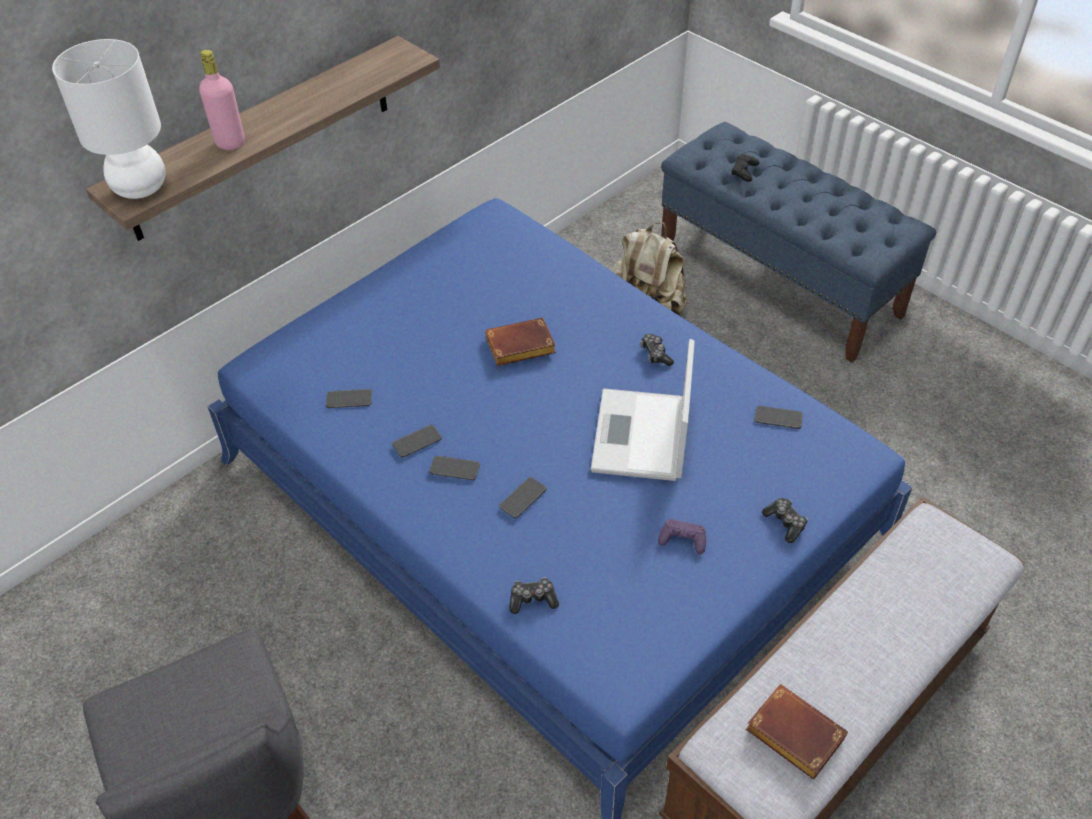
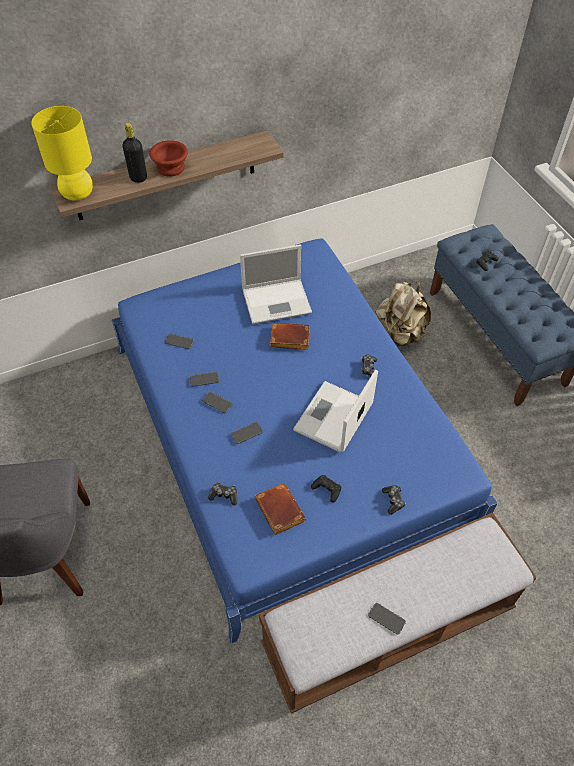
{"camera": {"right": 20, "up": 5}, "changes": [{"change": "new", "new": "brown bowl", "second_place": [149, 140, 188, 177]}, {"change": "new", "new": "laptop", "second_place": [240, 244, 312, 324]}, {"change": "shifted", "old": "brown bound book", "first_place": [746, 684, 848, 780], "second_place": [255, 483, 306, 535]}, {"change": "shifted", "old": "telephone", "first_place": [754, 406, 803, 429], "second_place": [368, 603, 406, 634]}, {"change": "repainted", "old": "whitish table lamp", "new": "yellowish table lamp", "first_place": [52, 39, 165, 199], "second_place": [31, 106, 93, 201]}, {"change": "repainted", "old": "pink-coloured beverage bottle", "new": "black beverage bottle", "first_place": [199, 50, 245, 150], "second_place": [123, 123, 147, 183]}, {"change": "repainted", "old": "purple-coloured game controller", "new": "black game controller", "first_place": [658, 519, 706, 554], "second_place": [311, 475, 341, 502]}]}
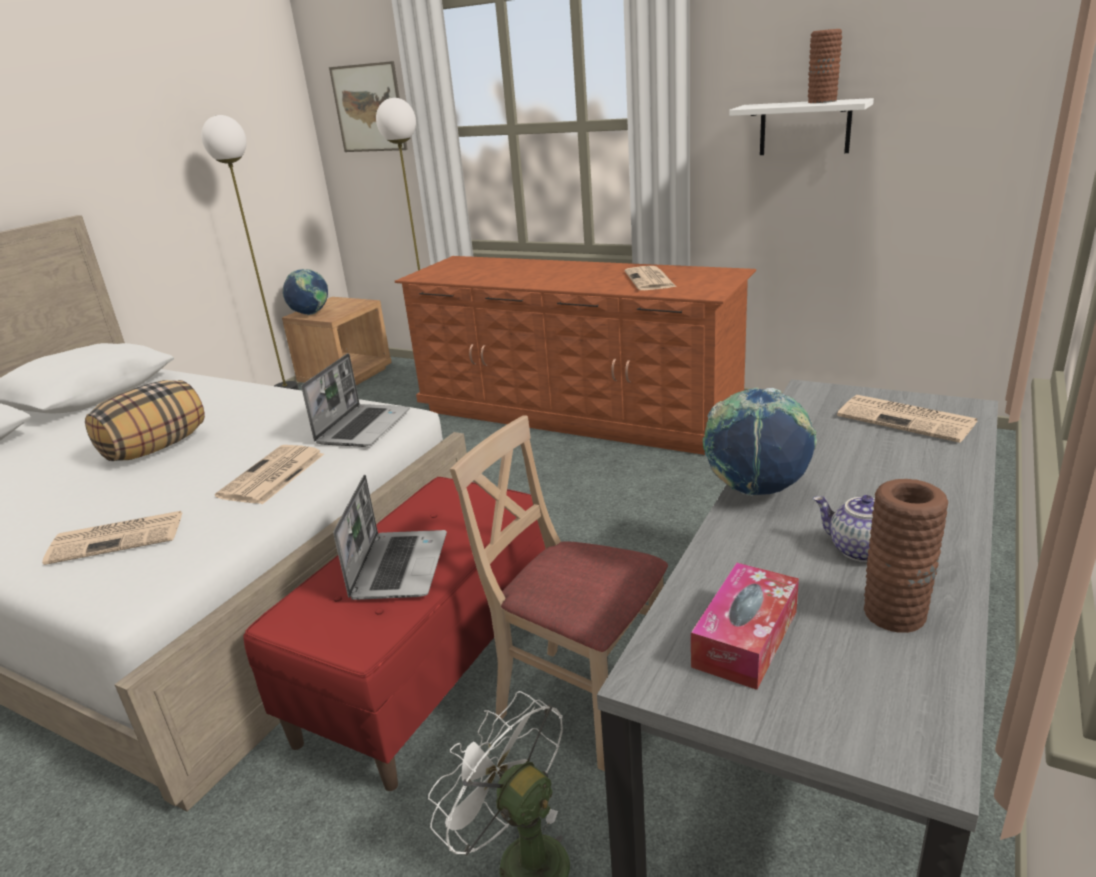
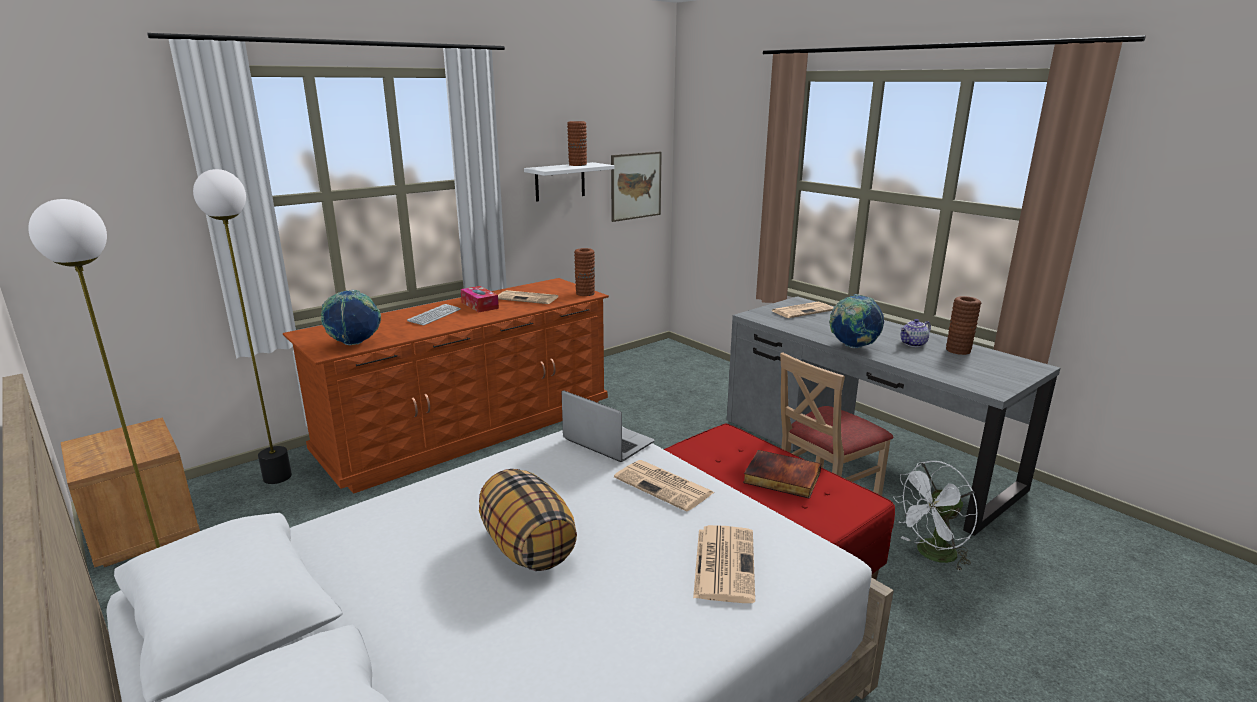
{"camera": {"right": -70, "up": -5}, "changes": [{"change": "new", "new": "keyboard", "second_place": [407, 304, 461, 326]}, {"change": "new", "new": "brown decorative vase", "second_place": [574, 248, 595, 296]}, {"change": "shifted", "old": "globe", "first_place": [283, 269, 328, 315], "second_place": [321, 290, 381, 345]}, {"change": "shifted", "old": "picture", "first_place": [329, 61, 408, 152], "second_place": [611, 152, 662, 222]}, {"change": "shifted", "old": "box of tissues", "first_place": [691, 563, 799, 690], "second_place": [461, 286, 499, 312]}, {"change": "swapped", "old": "laptop", "new": "bound book", "first_place": [333, 475, 447, 600], "second_place": [743, 450, 821, 499]}]}
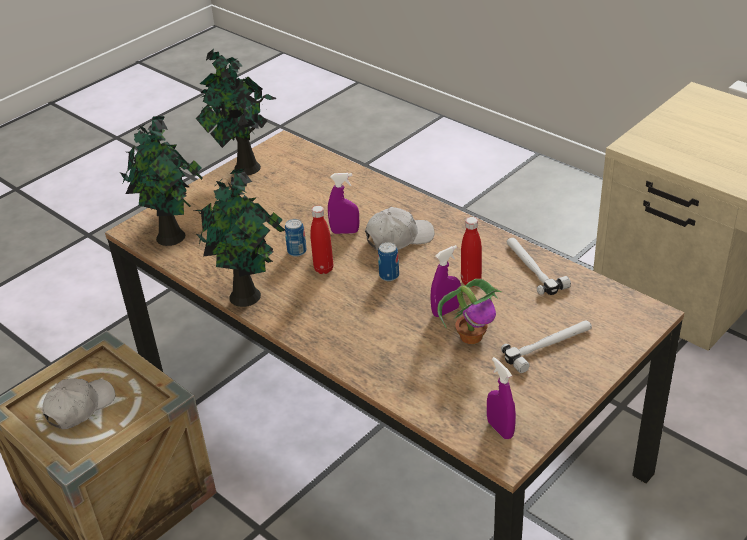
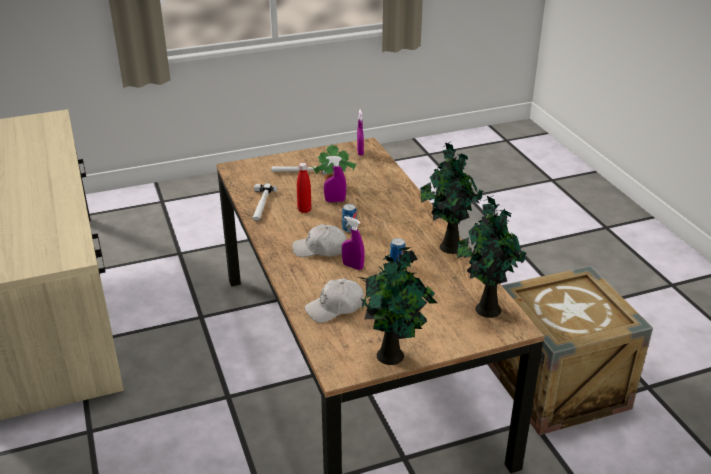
{"camera": {"right": -155, "up": -5}, "changes": [{"change": "gone", "old": "reddish beverage bottle", "first_place": [310, 206, 333, 274]}, {"change": "shifted", "old": "whitish cap", "first_place": [43, 378, 115, 429], "second_place": [304, 278, 364, 323]}]}
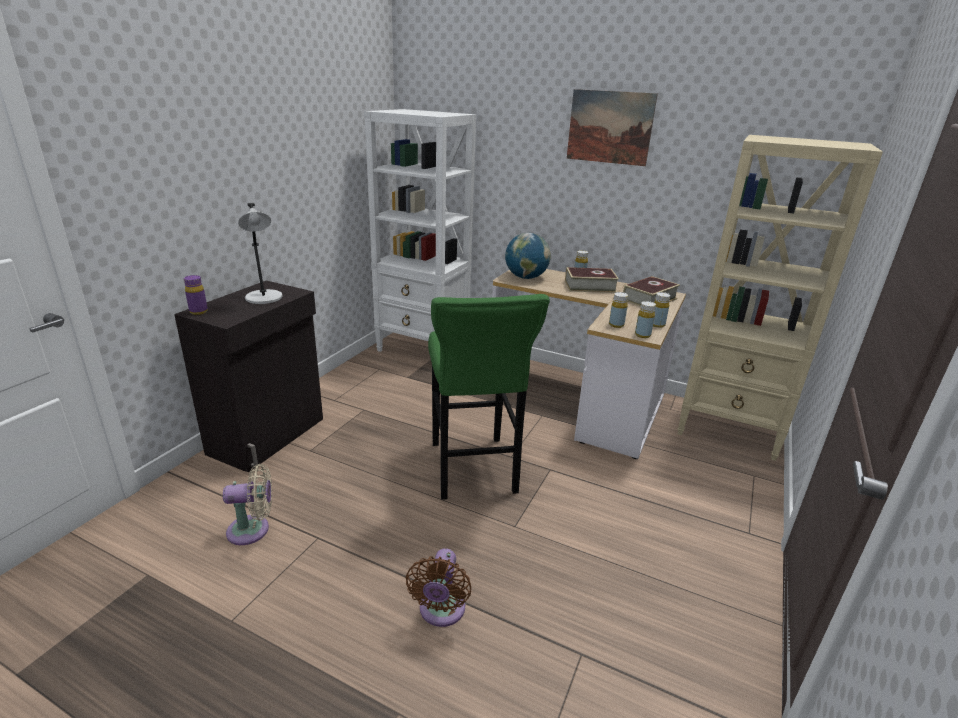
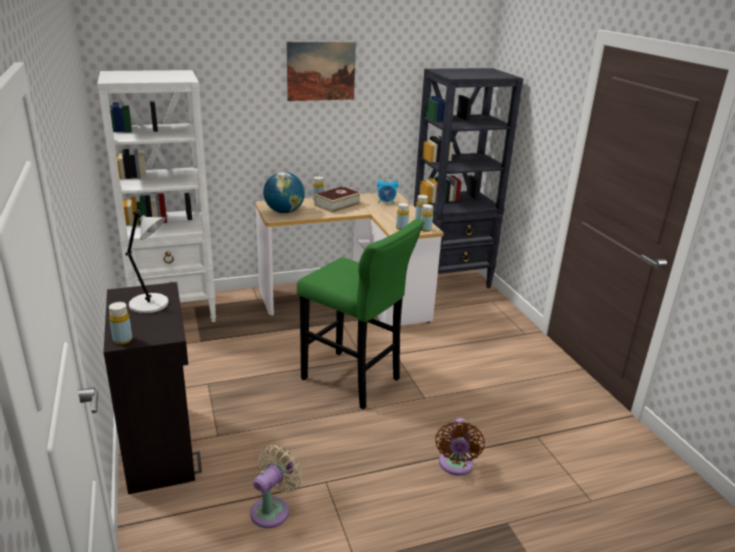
{"camera": {"right": -45, "up": 0}, "changes": [{"change": "swapped", "old": "bound book", "new": "bedside clock", "first_place": [623, 276, 680, 306], "second_place": [377, 177, 399, 204]}, {"change": "repainted", "old": "purple-coloured beverage bottle", "new": "yellowish beverage bottle", "first_place": [184, 275, 208, 315], "second_place": [109, 302, 132, 344]}, {"change": "repainted", "old": "sand-coloured bookshelf", "new": "black bookshelf", "first_place": [677, 135, 883, 461], "second_place": [414, 68, 524, 288]}, {"change": "rotated", "old": "brown electric fan", "first_place": [406, 548, 471, 627], "second_place": [436, 418, 485, 475], "degrees": 45}]}
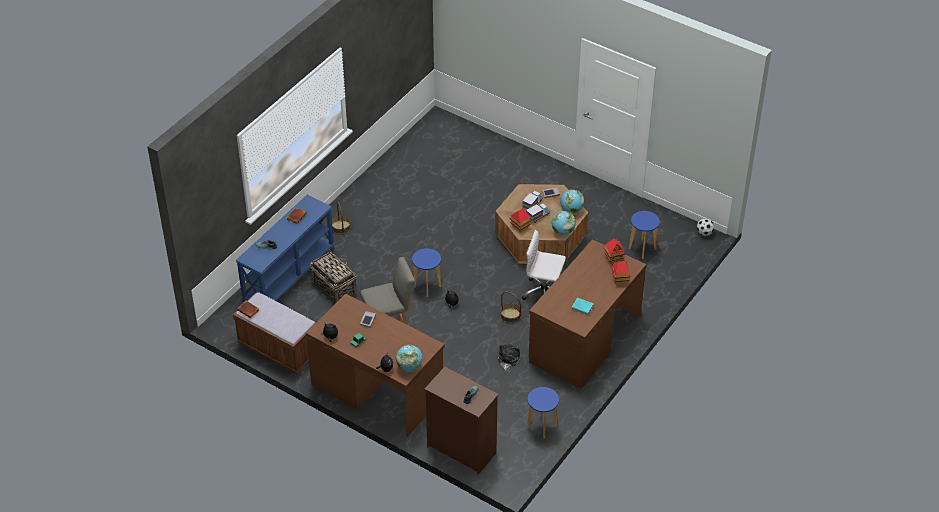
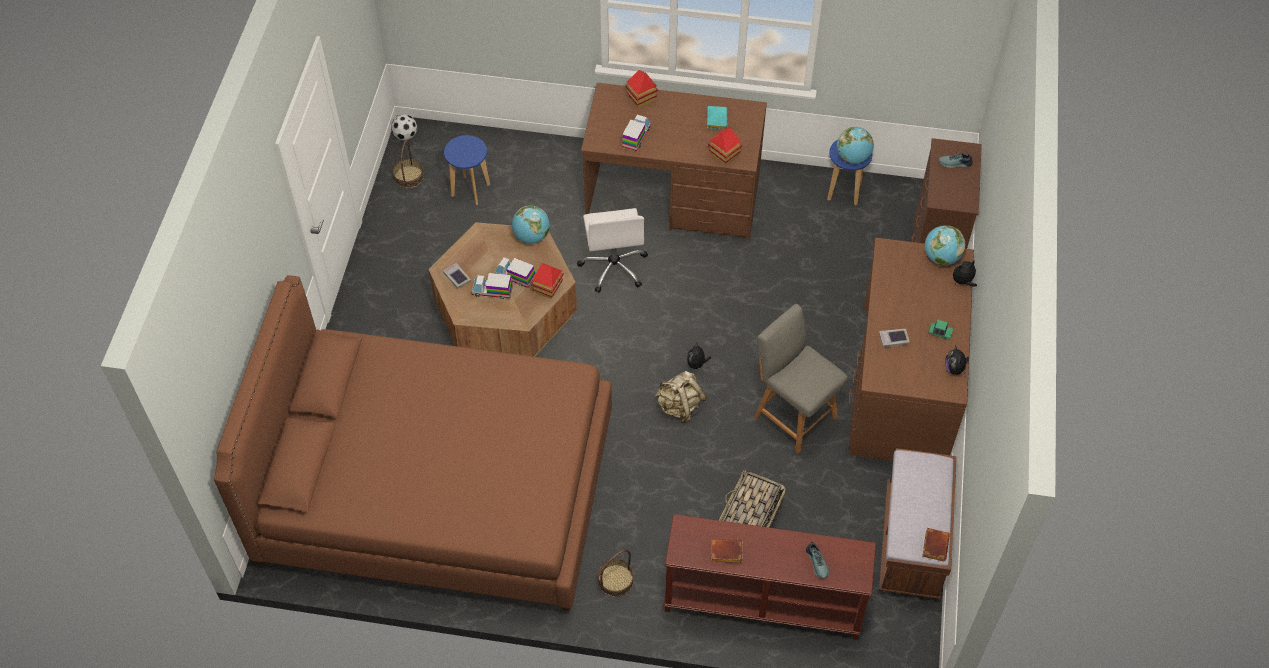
{"camera": {"right": -115, "up": 10}, "changes": [{"change": "gone", "old": "soft toy", "first_place": [498, 344, 520, 371]}, {"change": "new", "new": "brown bedroom bed", "second_place": [214, 275, 612, 611]}, {"change": "new", "new": "model truck", "second_place": [622, 115, 651, 151]}, {"change": "shifted", "old": "storage basket", "first_place": [500, 292, 522, 323], "second_place": [393, 140, 424, 188]}, {"change": "shifted", "old": "globe", "first_place": [560, 189, 584, 214], "second_place": [837, 127, 874, 164]}, {"change": "shifted", "old": "toy house", "first_place": [604, 238, 625, 264], "second_place": [708, 127, 742, 165]}, {"change": "swapped", "old": "blue-coloured sitting stool", "new": "sand-coloured backpack", "first_place": [412, 248, 441, 297], "second_place": [655, 371, 707, 424]}, {"change": "repainted", "old": "blue-coloured console table", "new": "brown console table", "first_place": [236, 195, 335, 303], "second_place": [664, 514, 876, 640]}]}
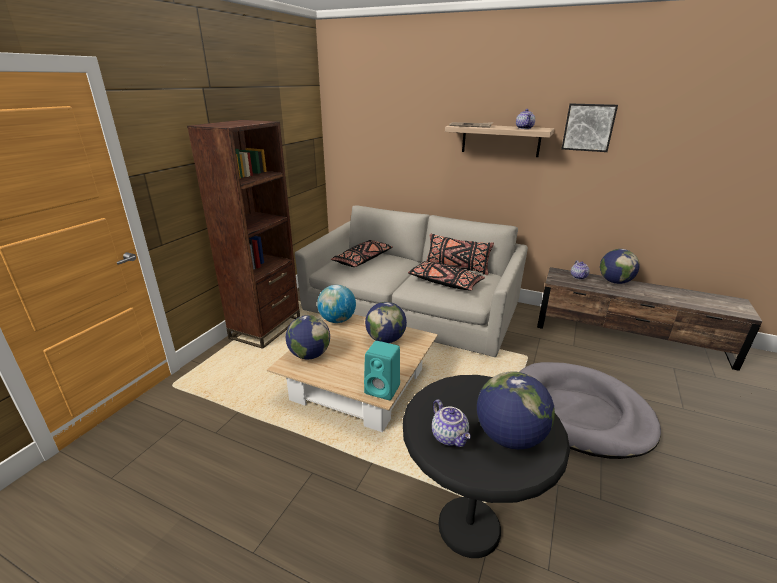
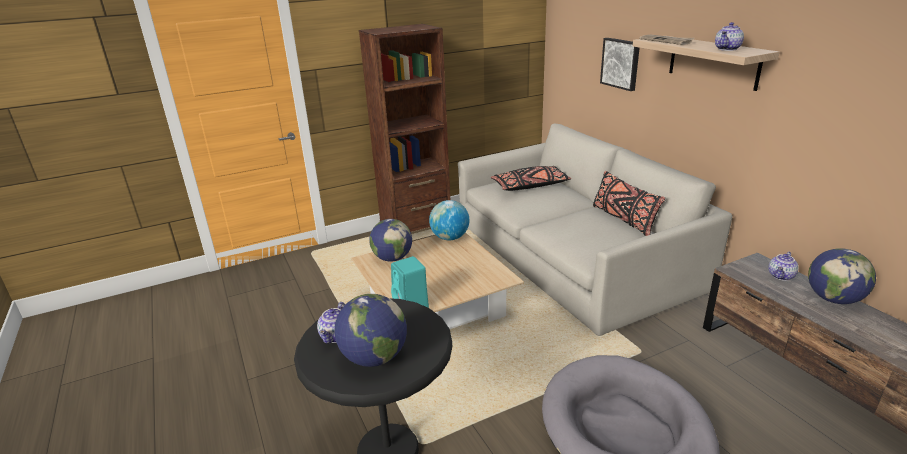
{"camera": {"right": 40, "up": 0}, "changes": [{"change": "gone", "old": "globe", "first_place": [365, 302, 407, 343]}, {"change": "gone", "old": "black cushion", "first_place": [408, 261, 485, 291]}, {"change": "shifted", "old": "picture", "first_place": [561, 103, 618, 152], "second_place": [600, 38, 639, 91]}]}
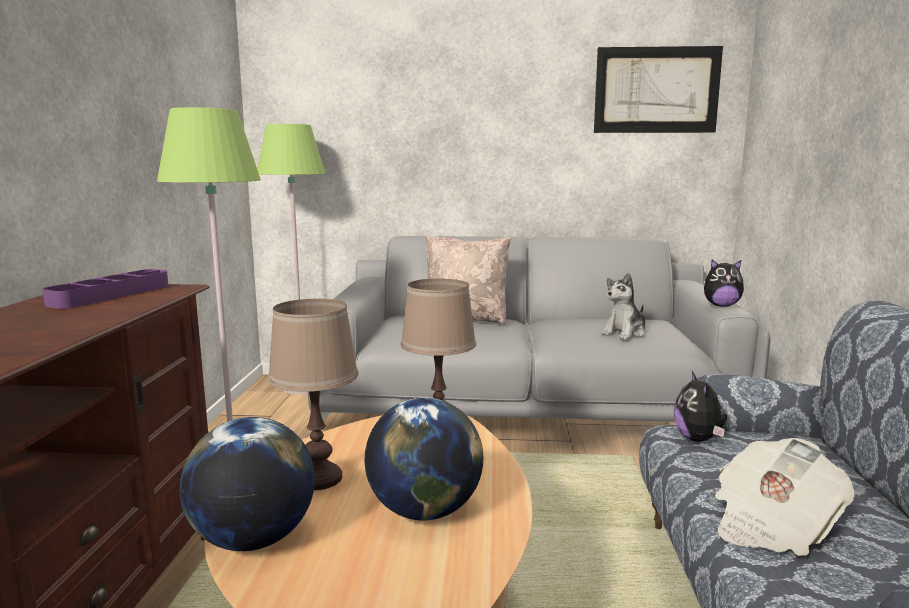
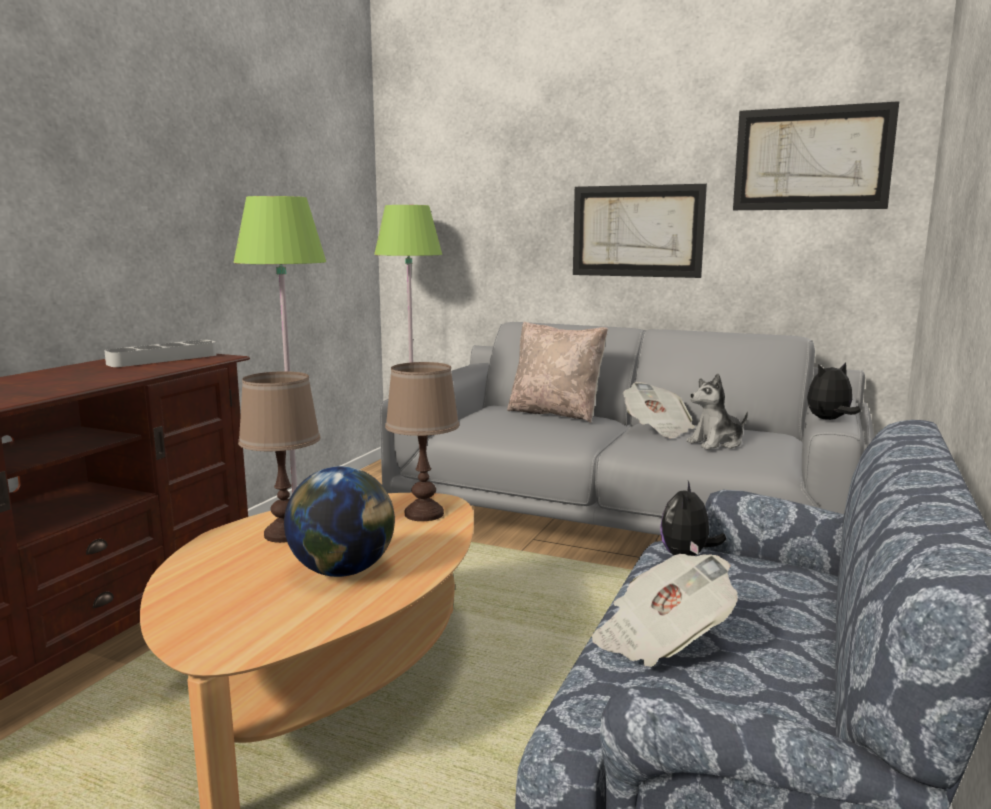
{"camera": {"right": 20, "up": 0}, "changes": [{"change": "gone", "old": "globe", "first_place": [180, 417, 315, 551]}, {"change": "new", "new": "picture", "second_place": [573, 184, 707, 278]}, {"change": "new", "new": "daily paper", "second_place": [623, 382, 695, 438]}, {"change": "repainted", "old": "purple-coloured tray", "new": "gray tray", "first_place": [42, 269, 169, 309], "second_place": [104, 340, 217, 367]}, {"change": "rotated", "old": "soft toy", "first_place": [704, 259, 744, 307], "second_place": [807, 362, 861, 420], "degrees": 135}]}
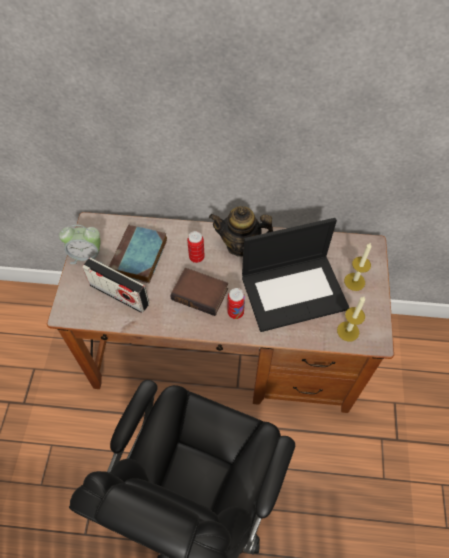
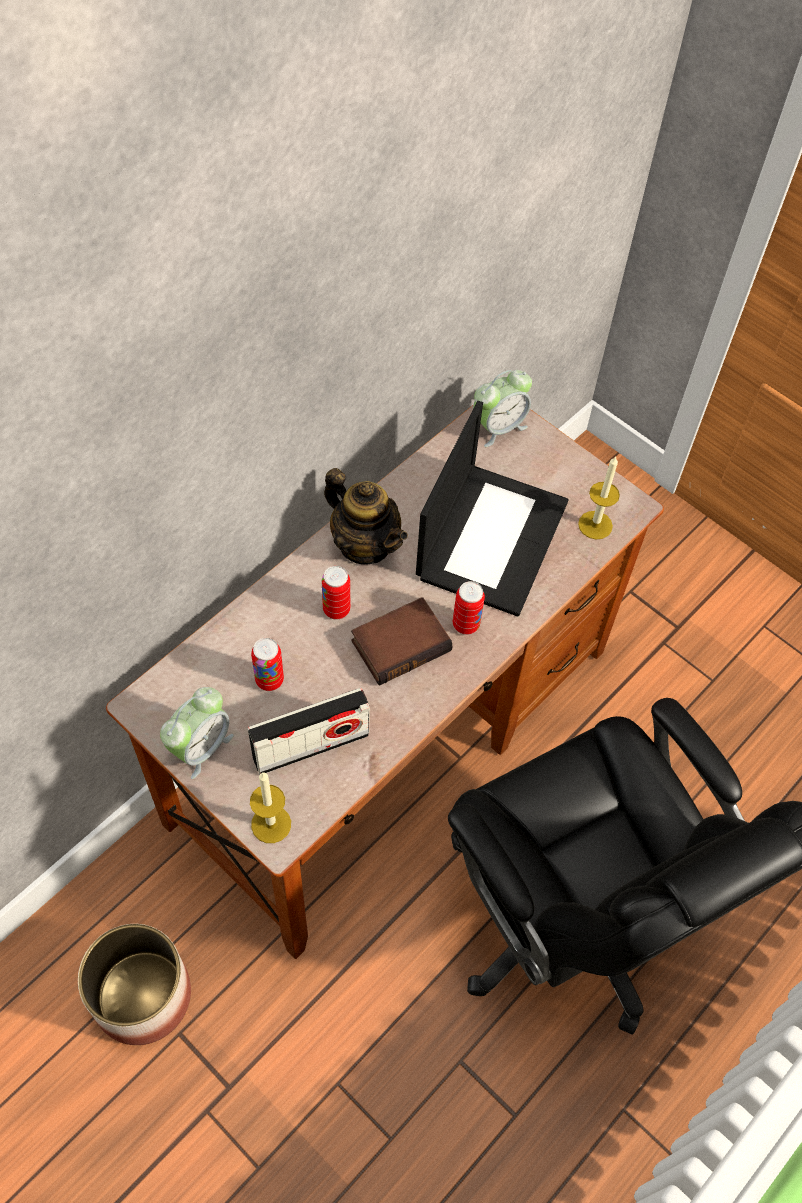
{"camera": {"right": -55, "up": 0}, "changes": [{"change": "new", "new": "flower pot", "second_place": [78, 924, 191, 1045]}, {"change": "new", "new": "bedside clock", "second_place": [473, 370, 532, 447]}, {"change": "shifted", "old": "wax candle", "first_place": [344, 243, 372, 291], "second_place": [250, 773, 291, 843]}, {"change": "swapped", "old": "bound book", "new": "sealed can", "first_place": [109, 225, 167, 283], "second_place": [251, 638, 284, 691]}, {"change": "rotated", "old": "teapot", "first_place": [209, 206, 273, 257], "second_place": [324, 468, 408, 564], "degrees": -90}]}
